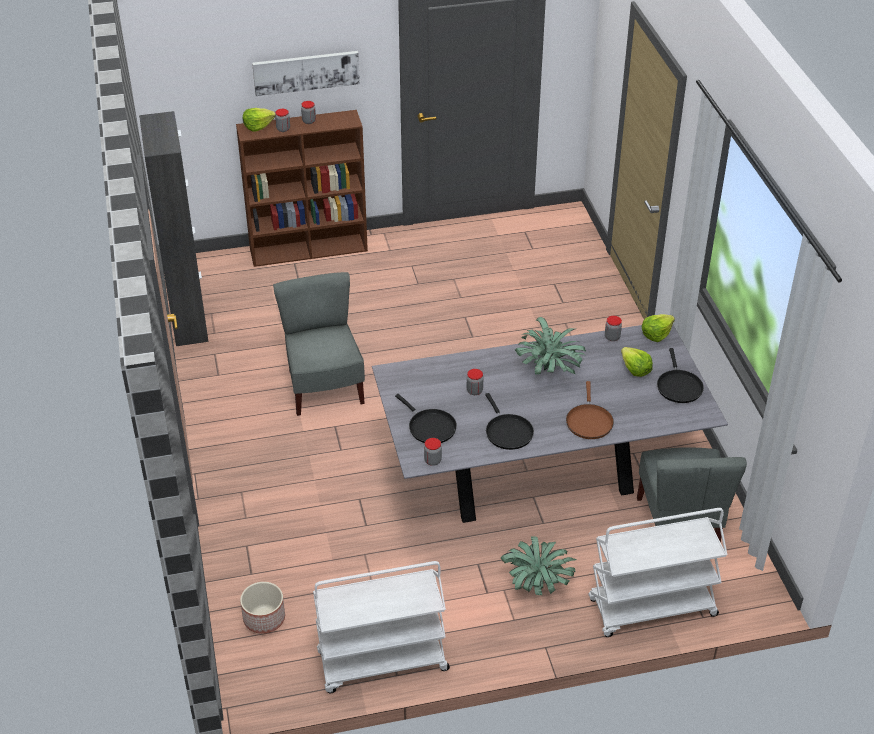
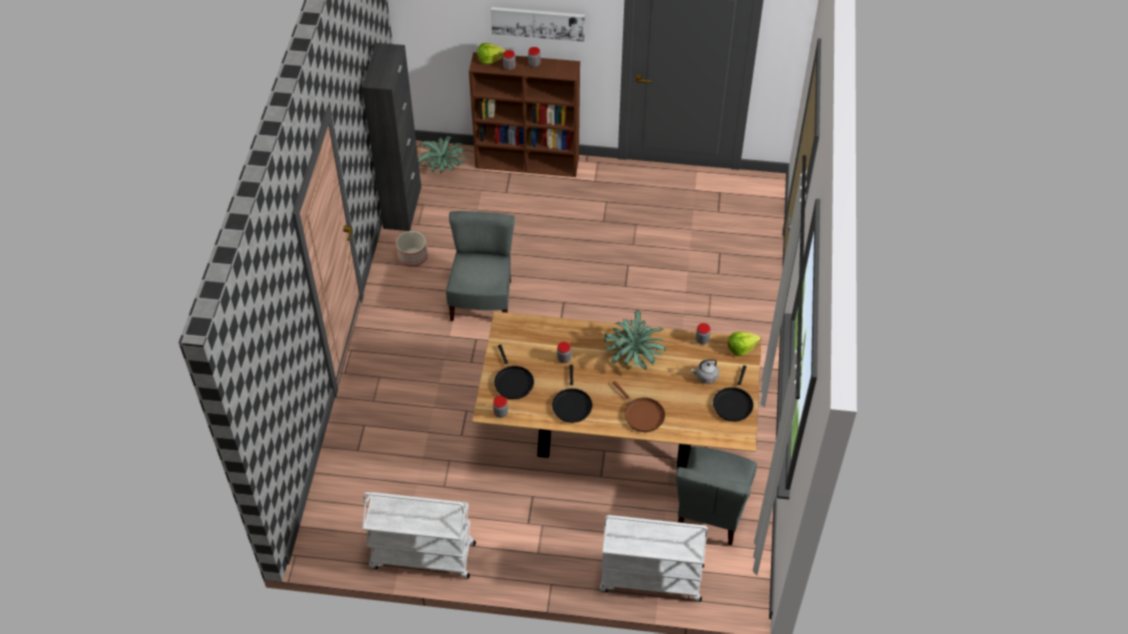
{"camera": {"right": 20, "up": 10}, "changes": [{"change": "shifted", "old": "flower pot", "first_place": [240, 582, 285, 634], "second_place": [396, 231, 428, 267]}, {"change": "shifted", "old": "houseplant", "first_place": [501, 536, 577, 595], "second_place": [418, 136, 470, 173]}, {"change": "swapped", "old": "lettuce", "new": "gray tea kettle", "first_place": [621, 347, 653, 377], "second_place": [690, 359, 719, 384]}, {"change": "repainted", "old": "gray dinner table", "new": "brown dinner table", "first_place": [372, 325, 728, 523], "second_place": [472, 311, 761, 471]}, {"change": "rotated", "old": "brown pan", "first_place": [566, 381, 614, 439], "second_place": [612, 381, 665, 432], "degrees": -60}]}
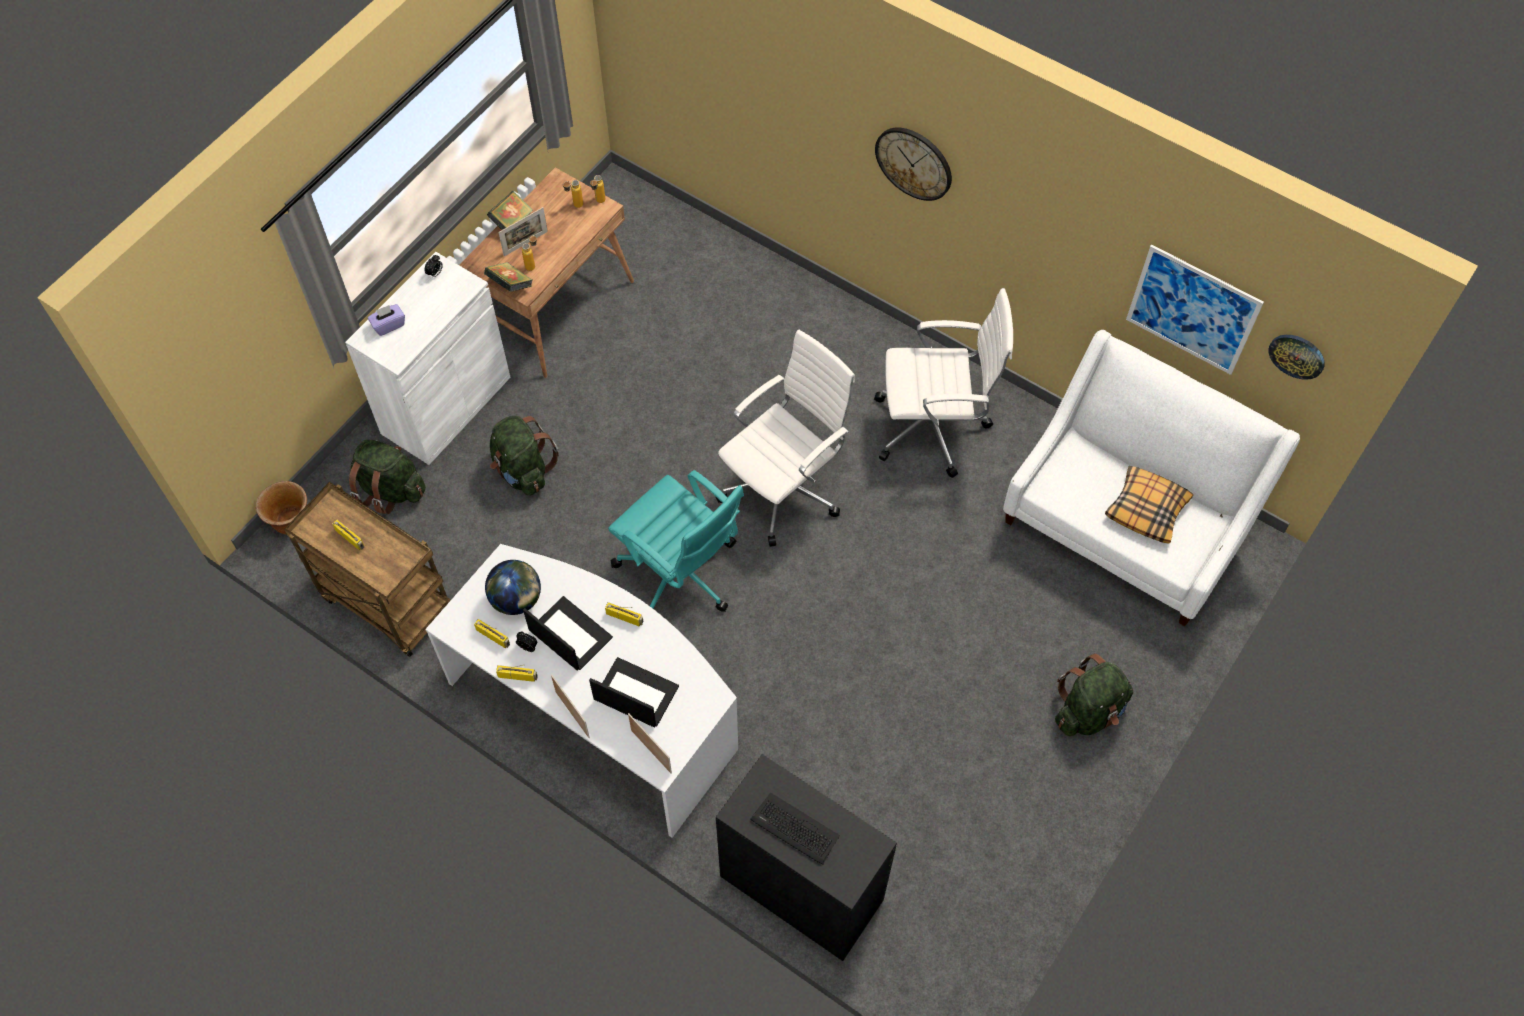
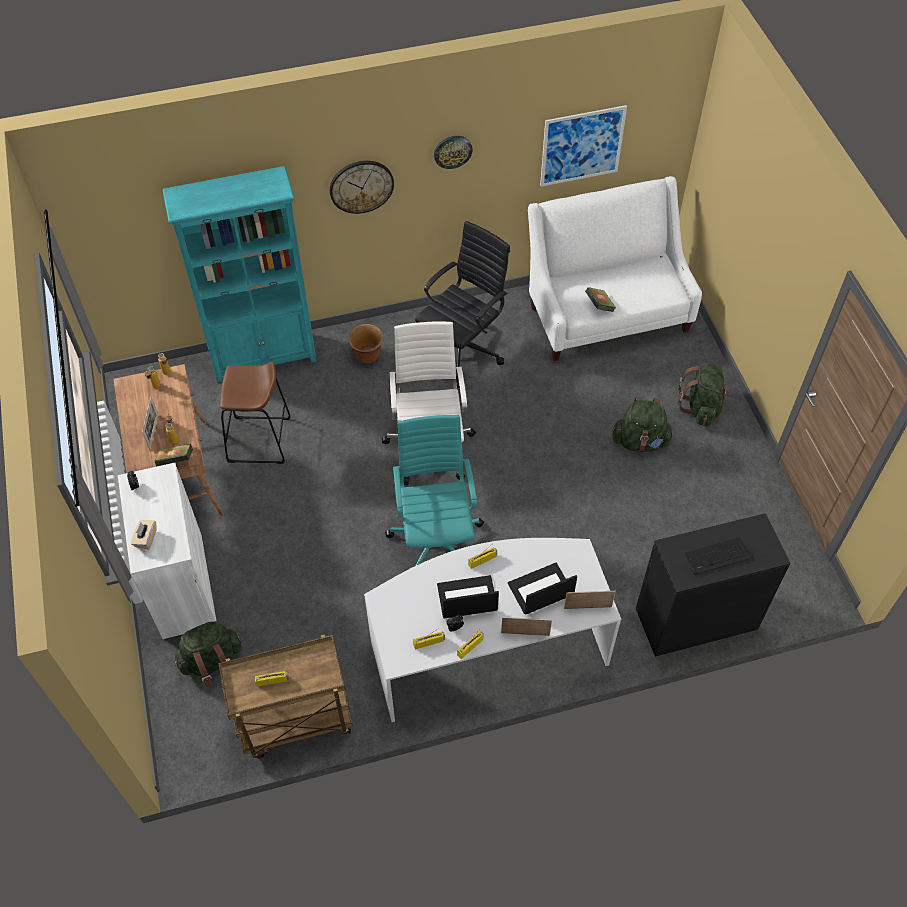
{"camera": {"right": -50, "up": -5}, "changes": [{"change": "gone", "old": "globe", "first_place": [485, 560, 541, 615]}, {"change": "gone", "old": "cushion", "first_place": [1105, 466, 1193, 544]}, {"change": "new", "new": "turquoise bookshelf", "second_place": [163, 166, 317, 382]}, {"change": "new", "new": "brown sitting stool", "second_place": [220, 362, 290, 464]}, {"change": "shifted", "old": "brown flower pot", "first_place": [256, 481, 307, 535], "second_place": [348, 324, 384, 363]}, {"change": "shifted", "old": "bound book", "first_place": [487, 191, 533, 230], "second_place": [585, 287, 616, 312]}, {"change": "shifted", "old": "green backpack", "first_place": [490, 416, 559, 496], "second_place": [612, 397, 674, 452]}, {"change": "shifted", "old": "hanging clock", "first_place": [1268, 335, 1325, 380], "second_place": [434, 136, 473, 169]}, {"change": "repainted", "old": "purple-coloured box of tissues", "new": "sand-coloured box of tissues", "first_place": [368, 304, 405, 336], "second_place": [131, 520, 157, 549]}, {"change": "repainted", "old": "whitish computer chair", "new": "black computer chair", "first_place": [874, 288, 1013, 478], "second_place": [415, 221, 510, 388]}, {"change": "rotated", "old": "turquoise computer chair", "first_place": [608, 470, 744, 612], "second_place": [385, 415, 484, 566], "degrees": -90}]}
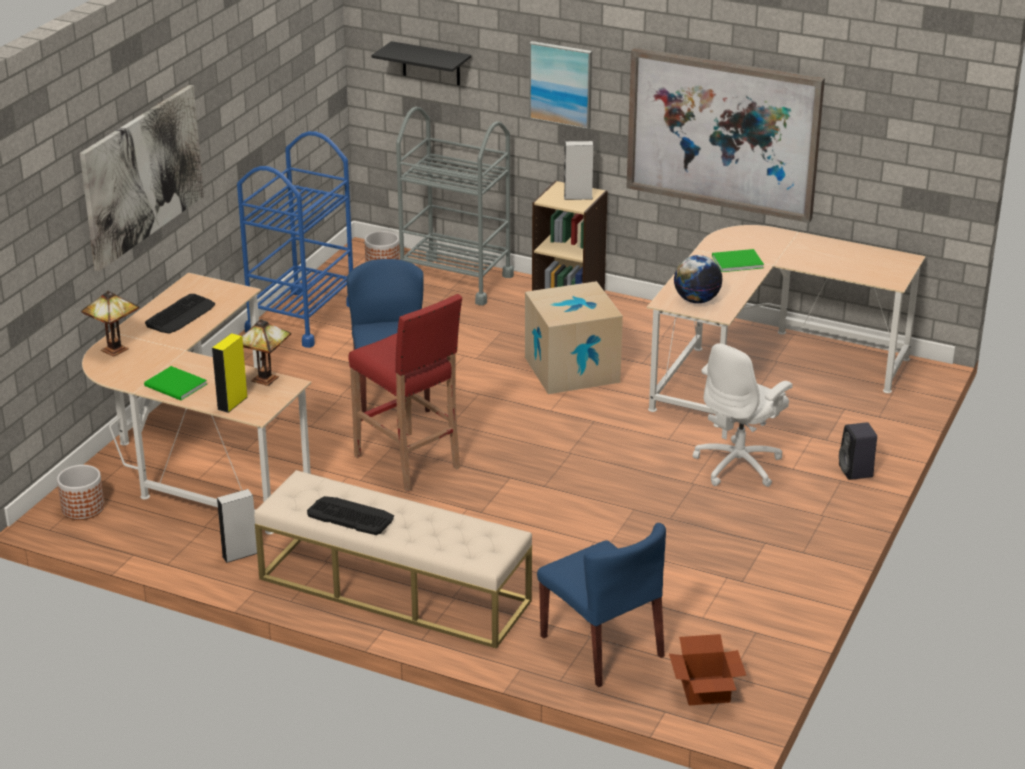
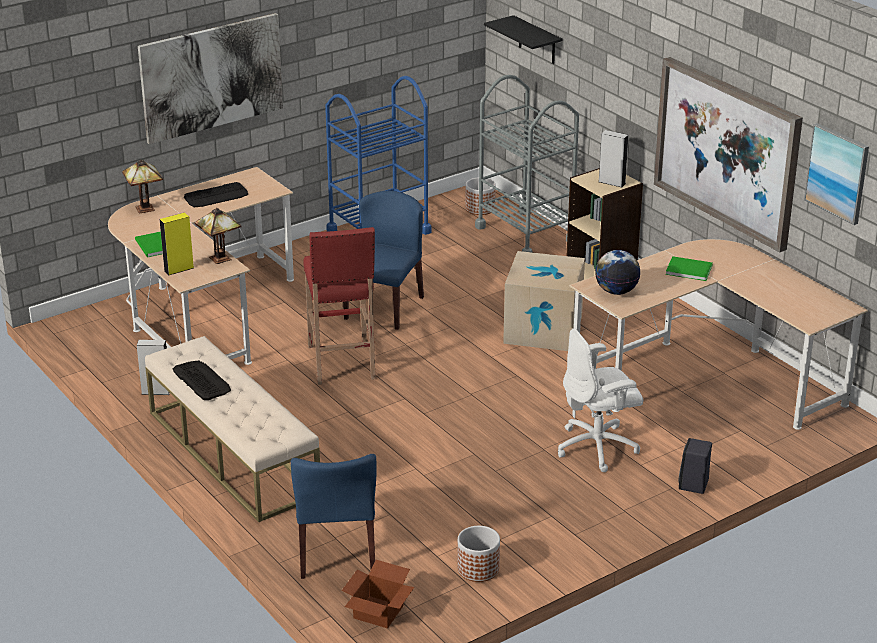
{"camera": {"right": 30, "up": 0}, "changes": [{"change": "shifted", "old": "flower pot", "first_place": [57, 465, 104, 520], "second_place": [457, 526, 500, 582]}, {"change": "shifted", "old": "picture", "first_place": [529, 41, 592, 130], "second_place": [804, 123, 869, 225]}]}
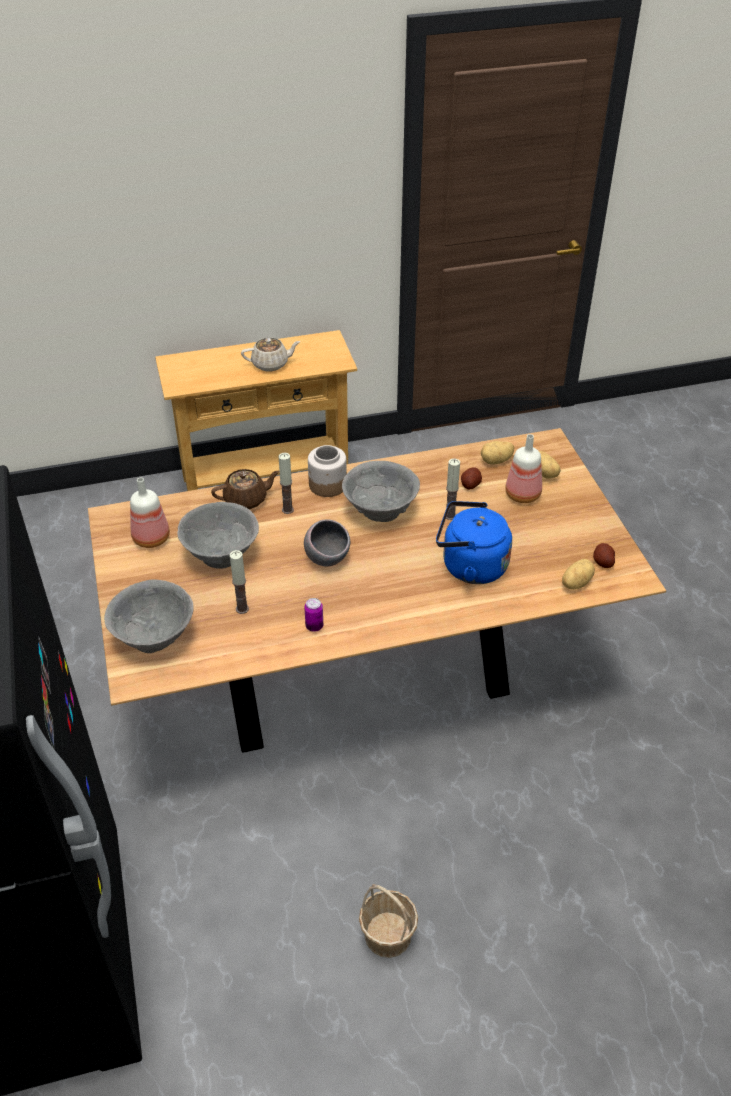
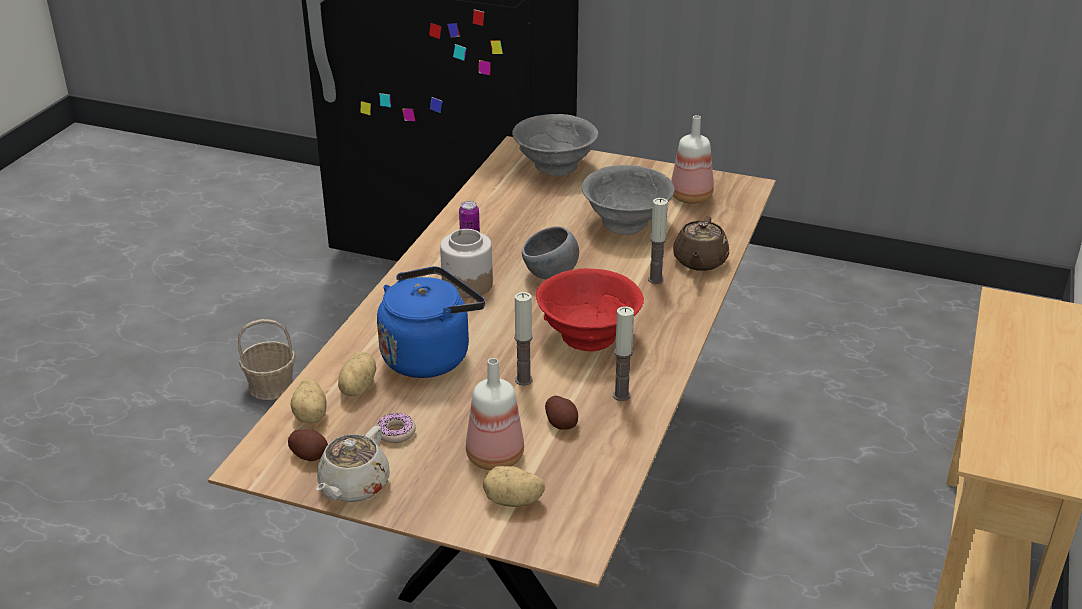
{"camera": {"right": 125, "up": -10}, "changes": [{"change": "new", "new": "doughnut", "second_place": [377, 413, 416, 443]}, {"change": "shifted", "old": "wax candle", "first_place": [230, 550, 249, 614], "second_place": [613, 306, 634, 401]}, {"change": "shifted", "old": "sand-coloured teapot", "first_place": [241, 337, 301, 371], "second_place": [316, 426, 390, 502]}, {"change": "shifted", "old": "jar", "first_place": [308, 445, 347, 497], "second_place": [440, 229, 493, 298]}, {"change": "shifted", "old": "whole potato", "first_place": [481, 441, 514, 465], "second_place": [338, 352, 376, 396]}, {"change": "repainted", "old": "gray bowl", "new": "reddish bowl", "first_place": [342, 461, 420, 522], "second_place": [536, 268, 644, 351]}]}
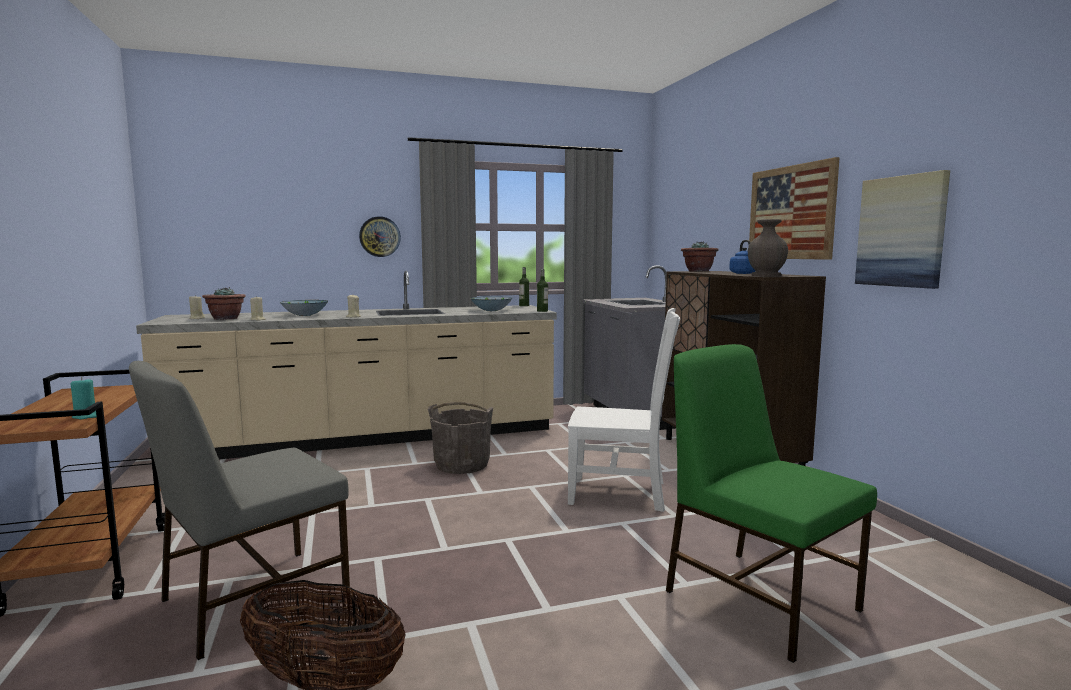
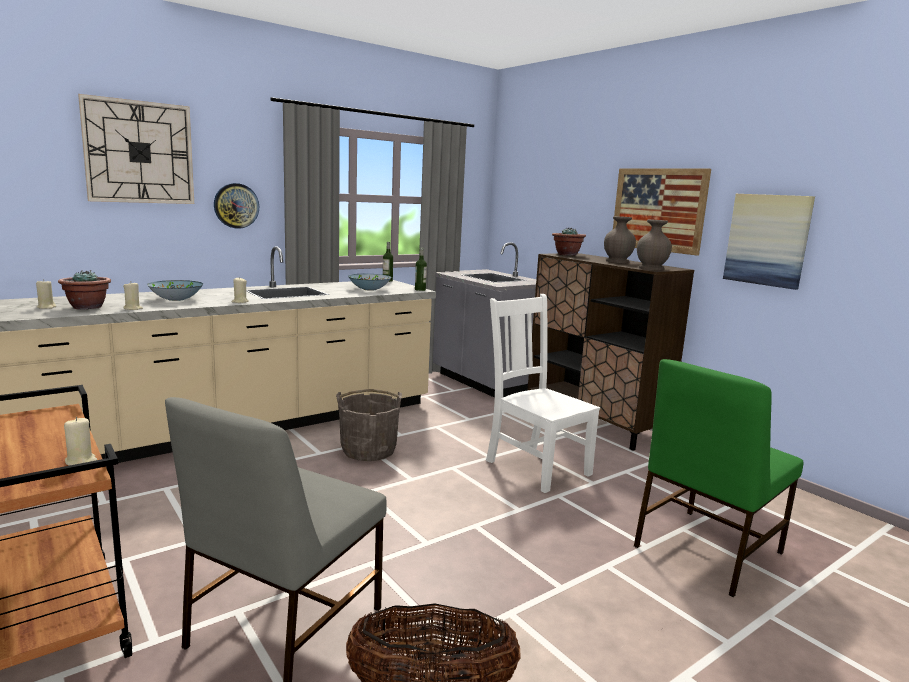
{"camera": {"right": -20, "up": 5}, "changes": [{"change": "new", "new": "hanging clock", "second_place": [78, 94, 194, 204]}, {"change": "swapped", "old": "blue-coloured tea kettle", "new": "gray decorative vase", "first_place": [729, 240, 755, 274], "second_place": [604, 216, 636, 263]}, {"change": "repainted", "old": "turquoise wax candle", "new": "sand-coloured wax candle", "first_place": [71, 377, 97, 419], "second_place": [64, 417, 97, 466]}, {"change": "rotated", "old": "whitish upright chair", "first_place": [568, 308, 680, 512], "second_place": [486, 294, 600, 493], "degrees": -120}, {"change": "rotated", "old": "green upright chair", "first_place": [666, 344, 877, 663], "second_place": [634, 359, 804, 597], "degrees": -75}]}
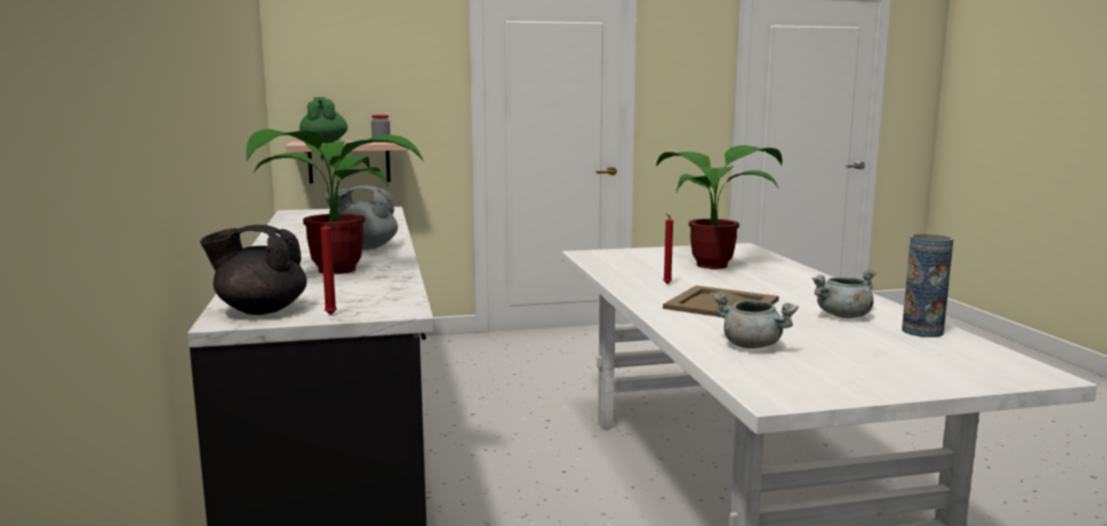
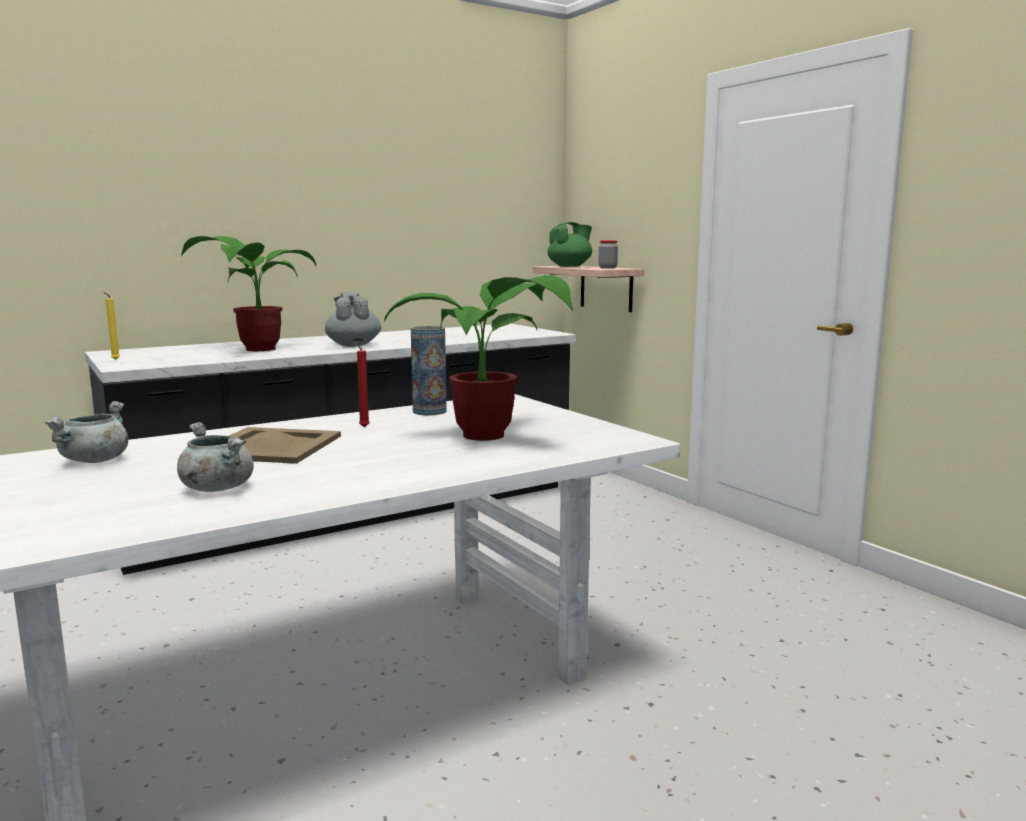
{"camera": {"right": 70, "up": 0}, "changes": [{"change": "gone", "old": "black teapot", "first_place": [200, 225, 307, 315]}, {"change": "shifted", "old": "decorative vase", "first_place": [902, 234, 954, 337], "second_place": [411, 326, 447, 415]}, {"change": "repainted", "old": "reddish wax candle", "new": "yellowish wax candle", "first_place": [321, 219, 337, 315], "second_place": [103, 292, 120, 360]}]}
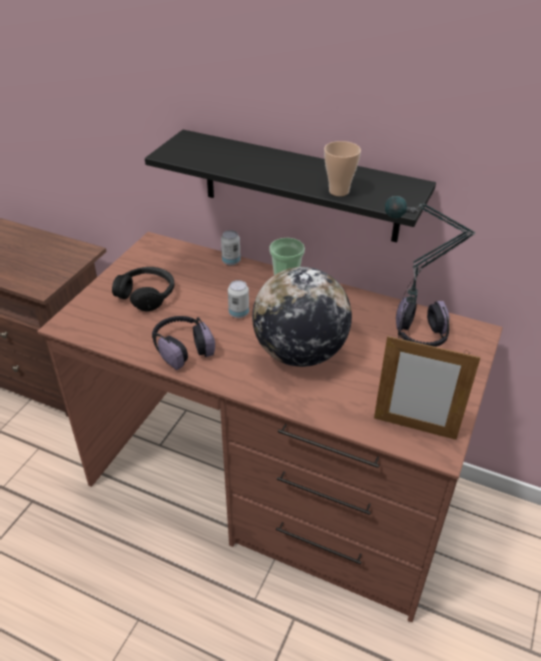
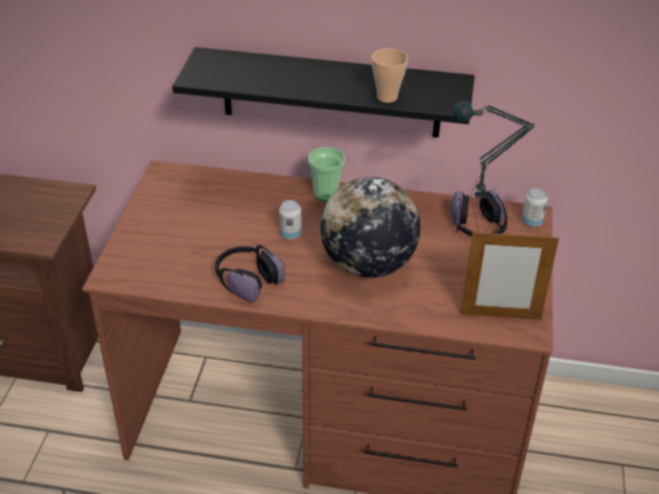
{"camera": {"right": -15, "up": 0}, "changes": [{"change": "gone", "old": "black headset", "first_place": [112, 267, 174, 312]}, {"change": "shifted", "old": "sealed can", "first_place": [221, 230, 241, 265], "second_place": [522, 188, 548, 227]}]}
